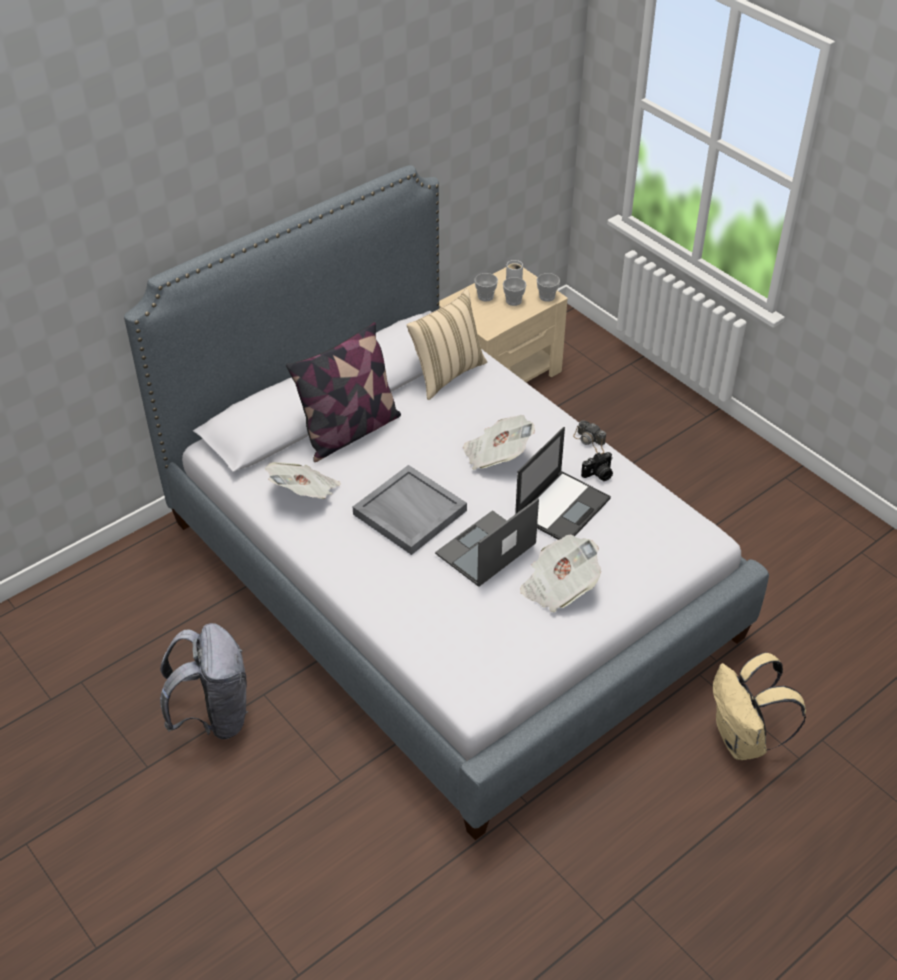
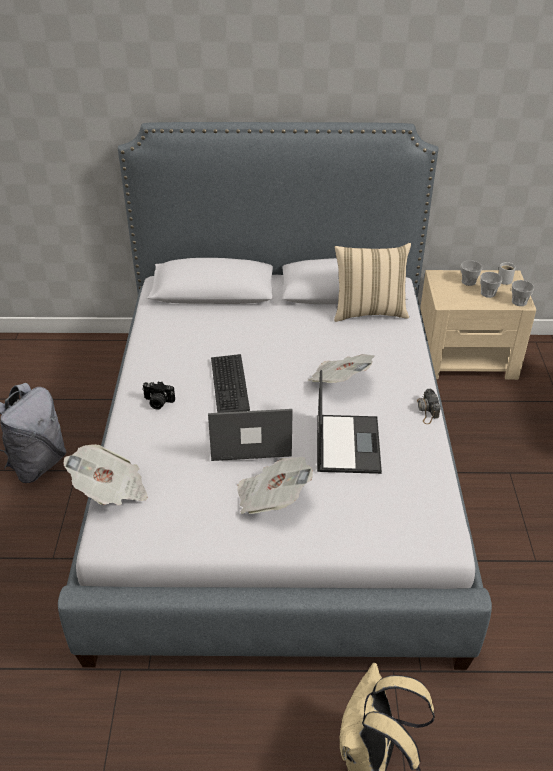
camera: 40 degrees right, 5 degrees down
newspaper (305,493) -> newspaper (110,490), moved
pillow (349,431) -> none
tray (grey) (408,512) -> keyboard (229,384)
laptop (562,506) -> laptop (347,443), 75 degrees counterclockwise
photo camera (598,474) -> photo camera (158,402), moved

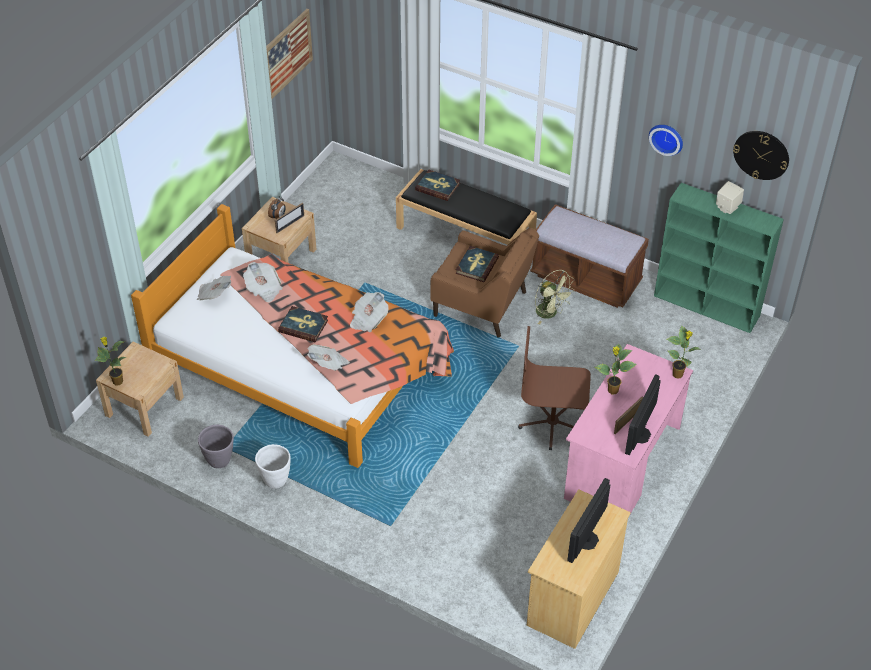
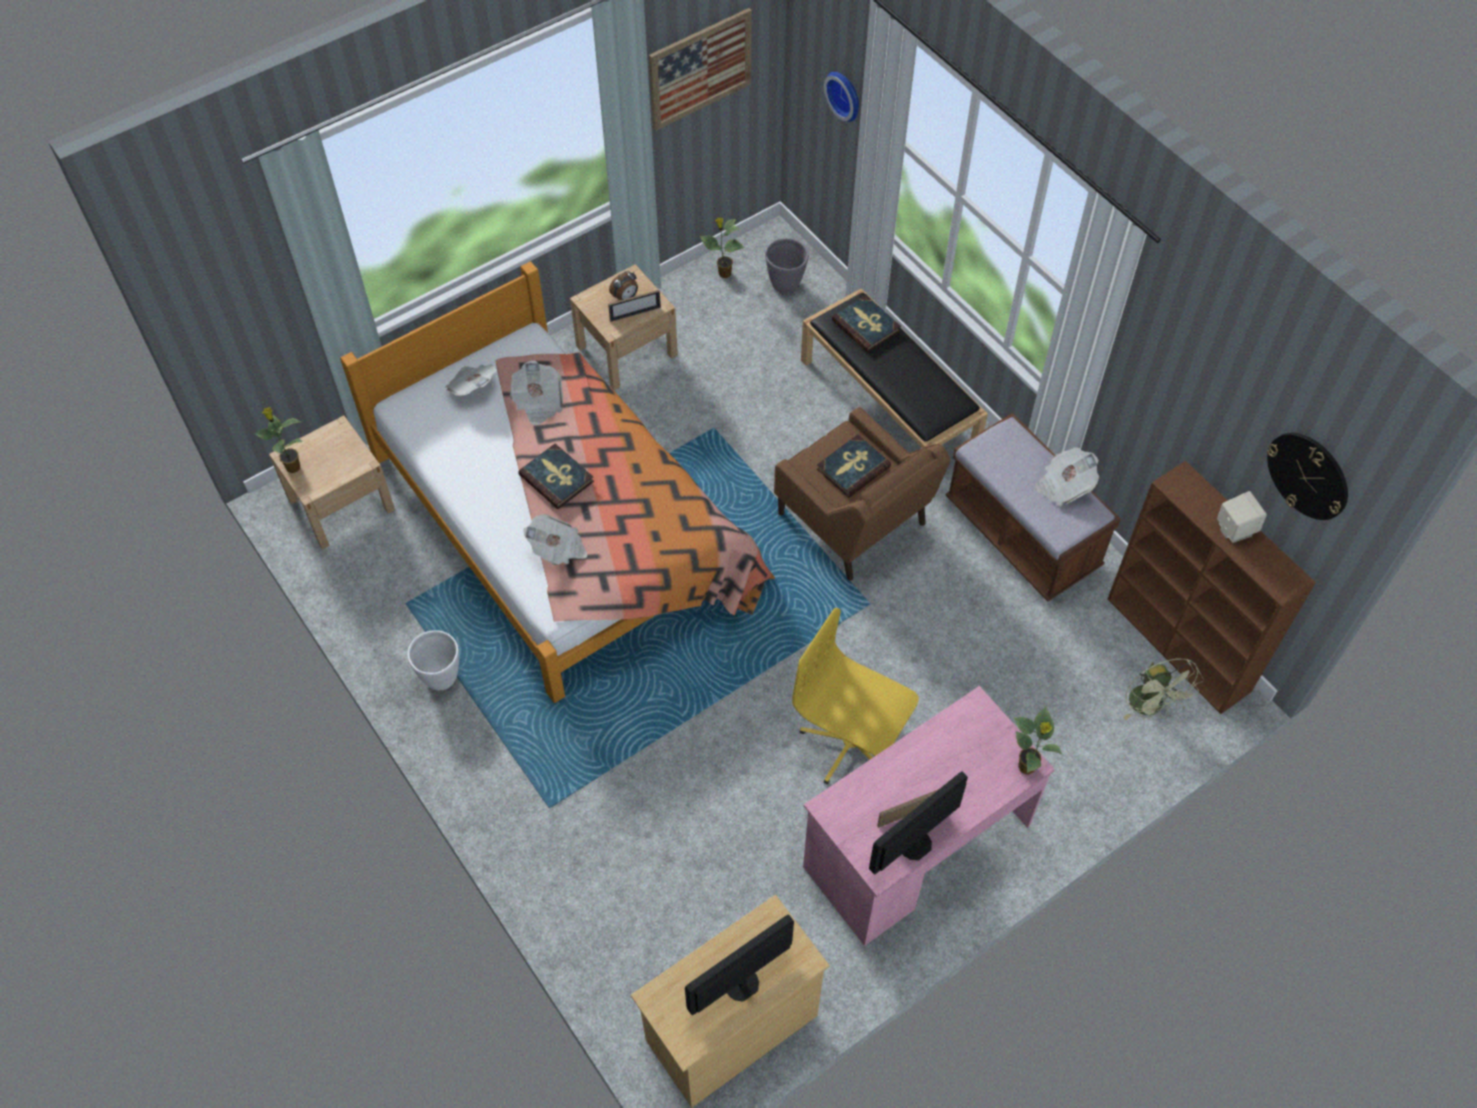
camera: 25 degrees right, 10 degrees up
planter (grey) (219,461) -> planter (grey) (785,285), moved
newspaper (368,319) -> newspaper (1064,485), moved
office chair (brown) (552,423) -> office chair (yellow) (851,743)
fan (green) (550,313) -> fan (green) (1150,707), moved
potted plant (612,391) -> potted plant (723,273), moved
wall clock (667,138) -> wall clock (845,94), moved
bookcase (green) (707,306) -> bookcase (brown) (1179,645)

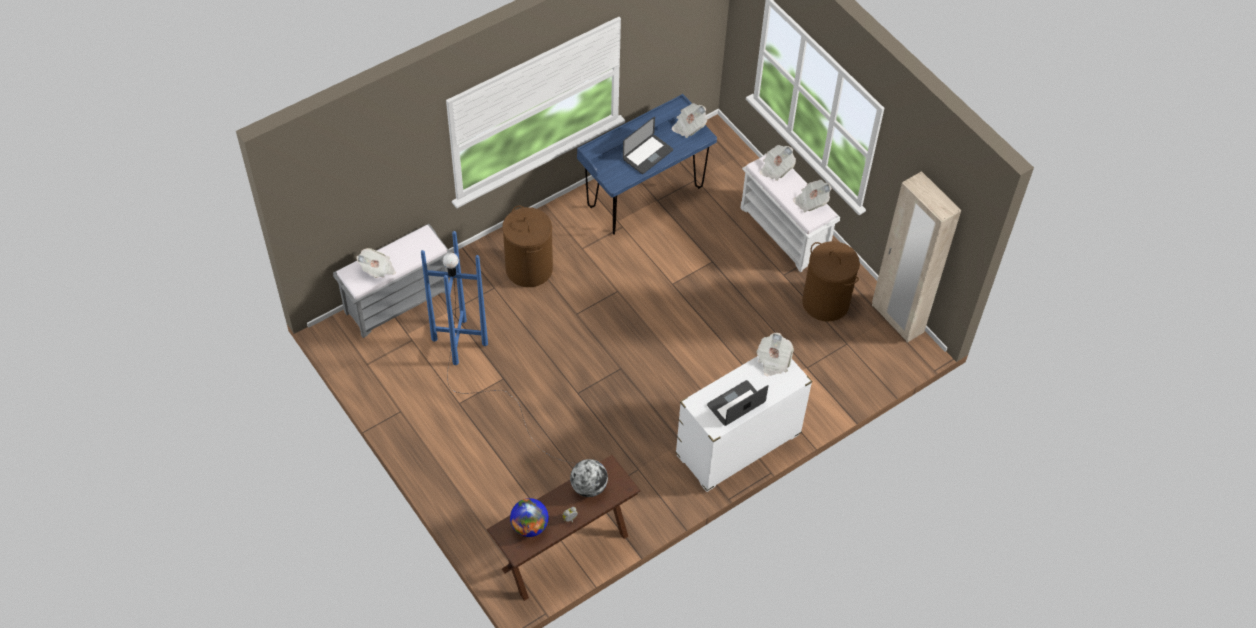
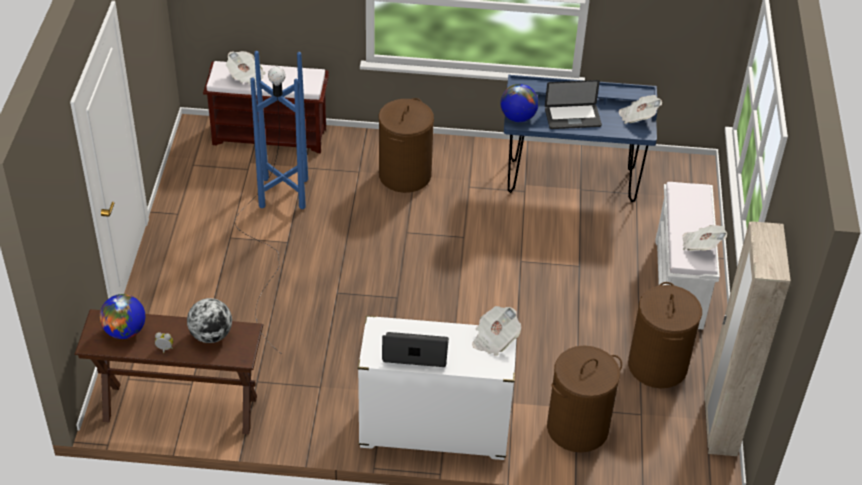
camera: 40 degrees right, 10 degrees down
bench (grey) (398,300) -> bench (brown) (271,135)
newspaper (776,168) -> none
none -> globe (518,117)
none -> laundry basket (brown) (577,428)

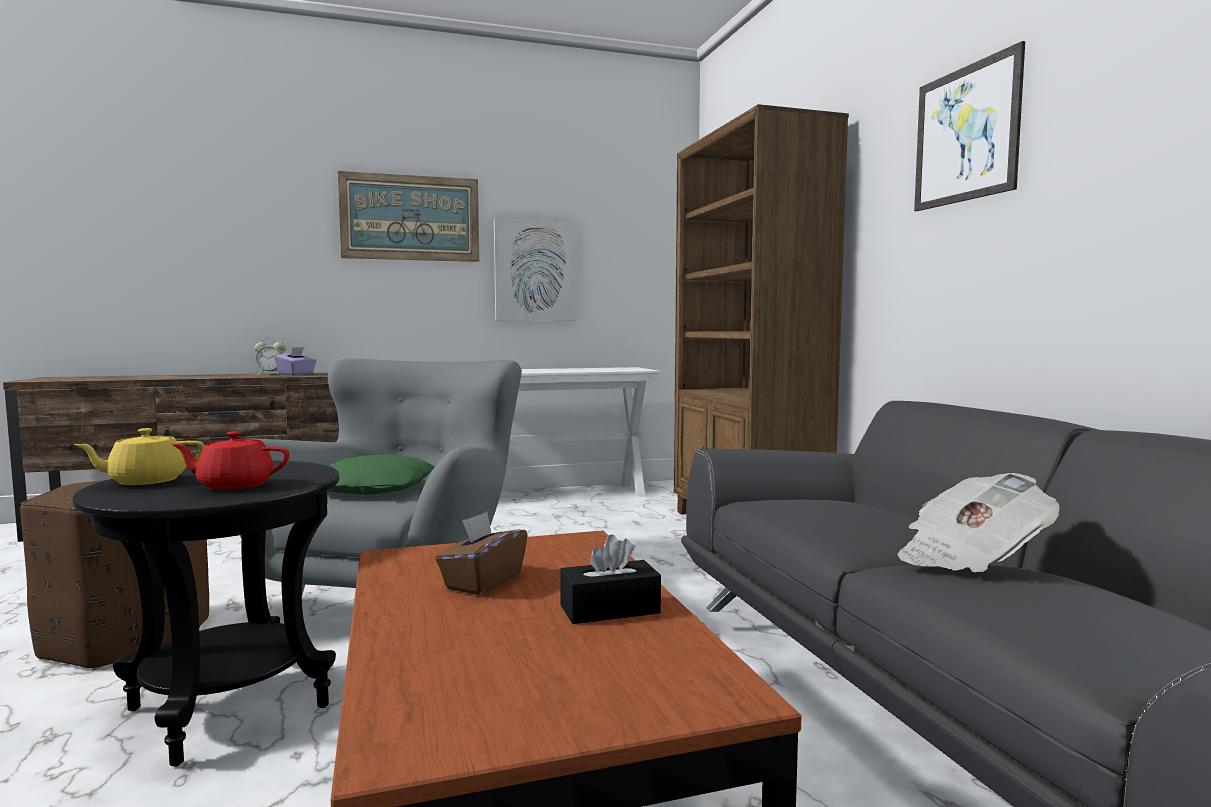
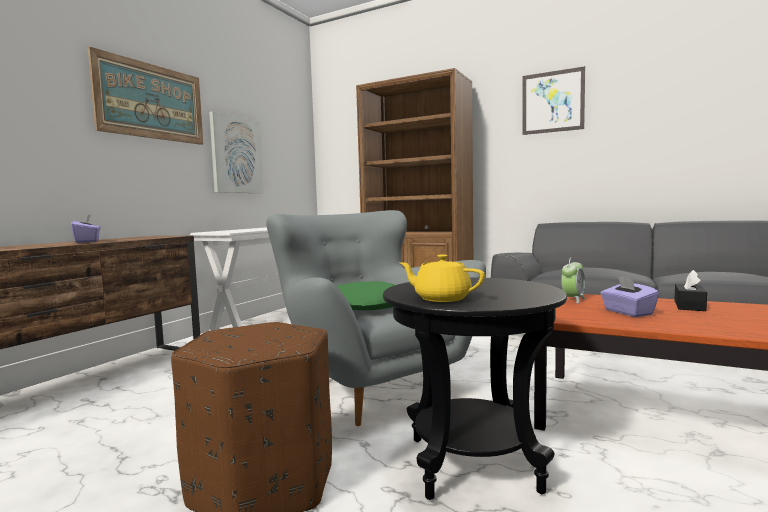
camera: 45 degrees left, 0 degrees up
teapot (yellow) (146,481) -> teapot (yellow) (441,298), 105 degrees clockwise
teapot (red) (234,485) -> none
alarm clock (271,374) -> alarm clock (573,300), moved
tissue box (brown) (482,582) -> tissue box (purple) (627,312)
newspaper (969,558) -> none

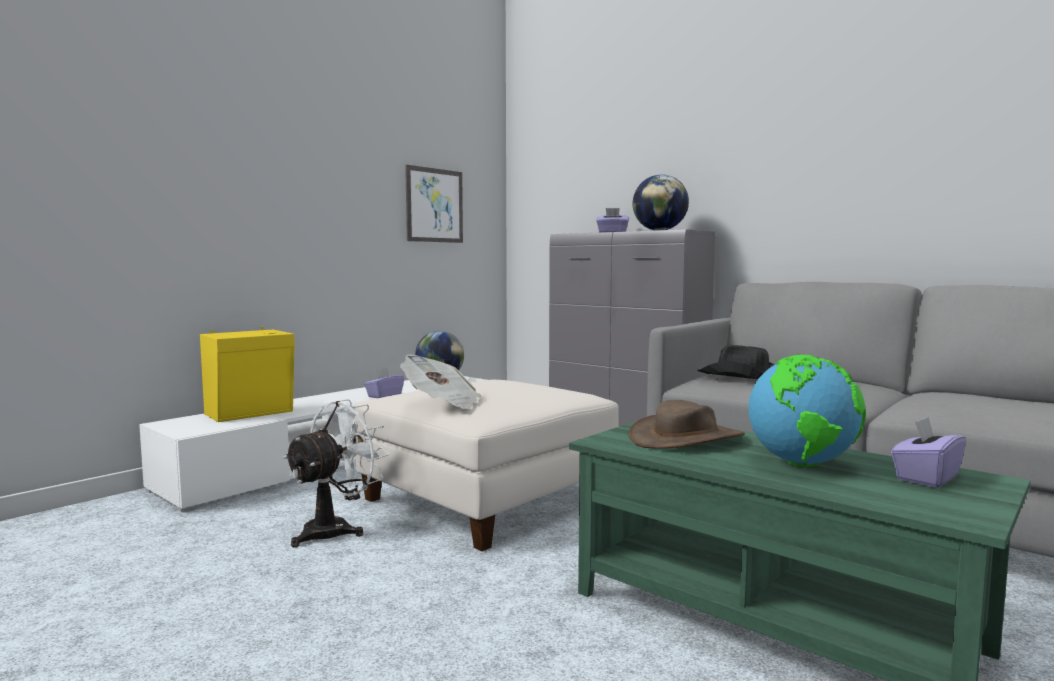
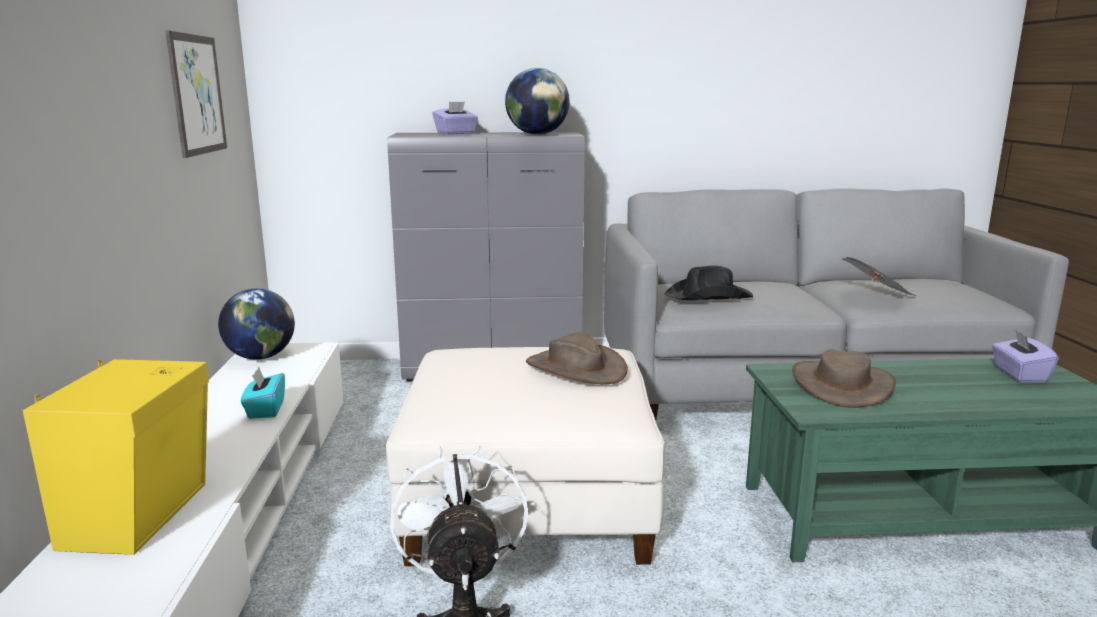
camera: 45 degrees left, 10 degrees up
tissue box (purple) (384,396) -> tissue box (turquoise) (265,409)
newspaper (442,403) -> newspaper (877,295), moved
globe (802,464) -> none
none -> hat (brown) (575,368)

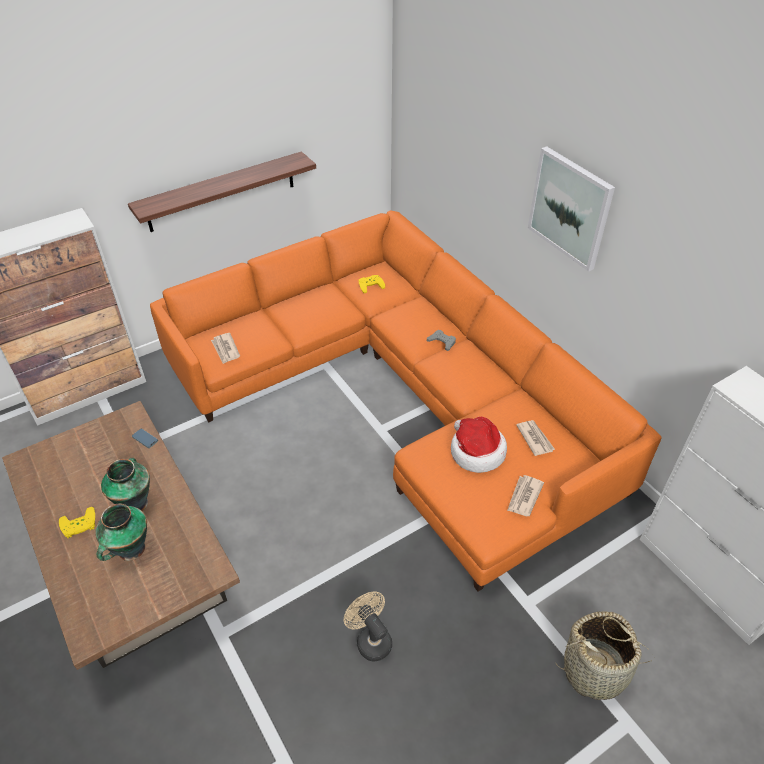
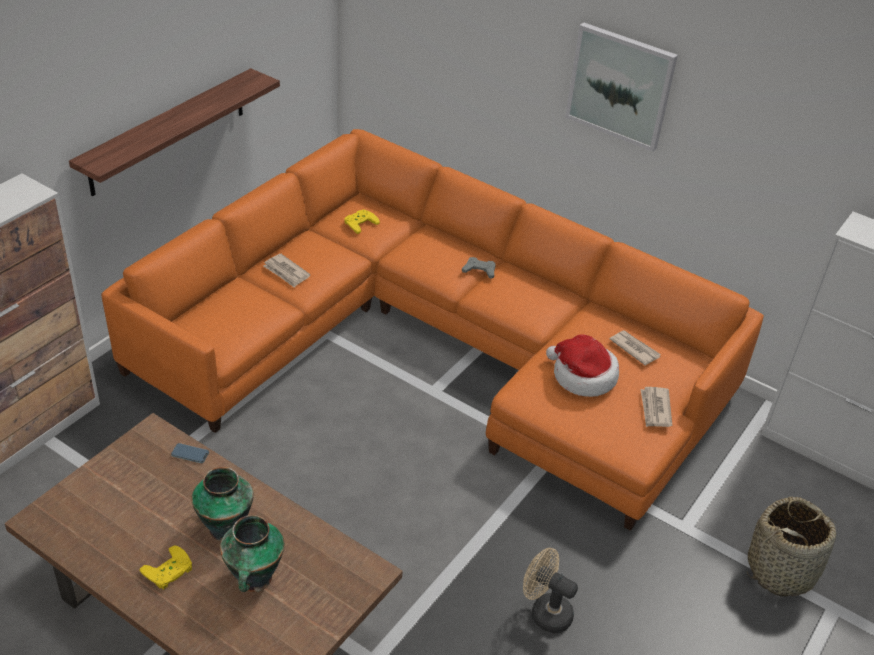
camera: 25 degrees left, 5 degrees down
newspaper (225,349) -> newspaper (286,272), moved

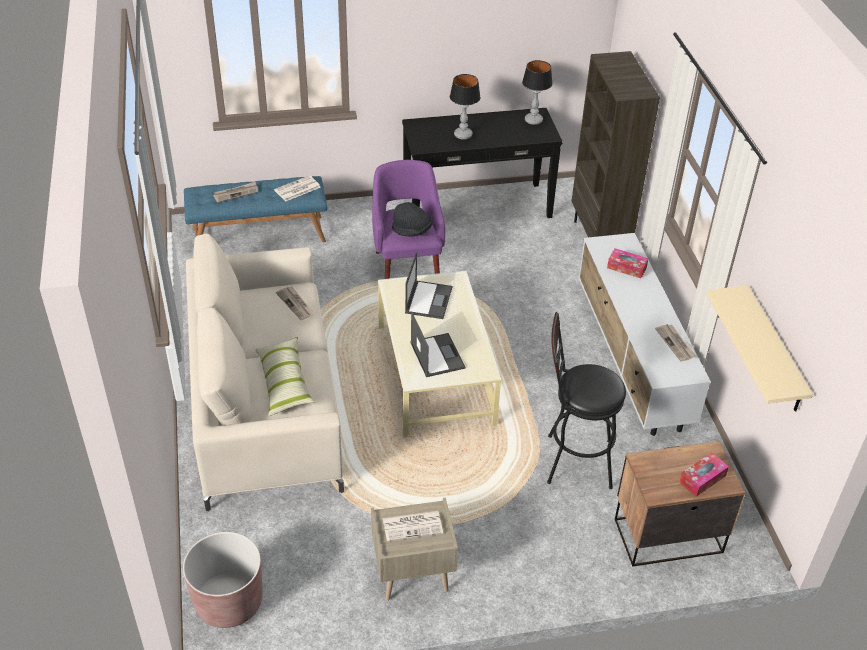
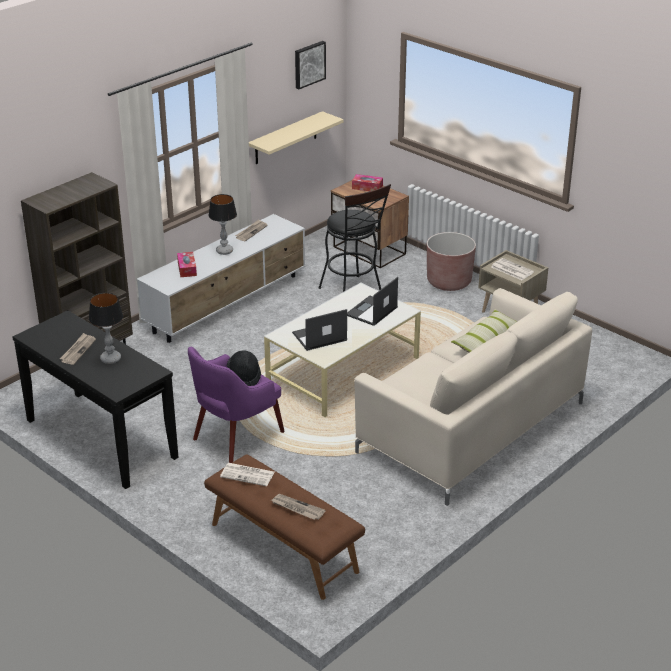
camera: 125 degrees left, 10 degrees down
planter (brown) (229,602) -> planter (brown) (449,282), moved
bench (blue) (259,234) -> bench (brown) (283,548)
newspaper (296,304) -> newspaper (78,350), moved
table lamp (533,120) -> table lamp (224,251), moved
none -> picture (309,64)

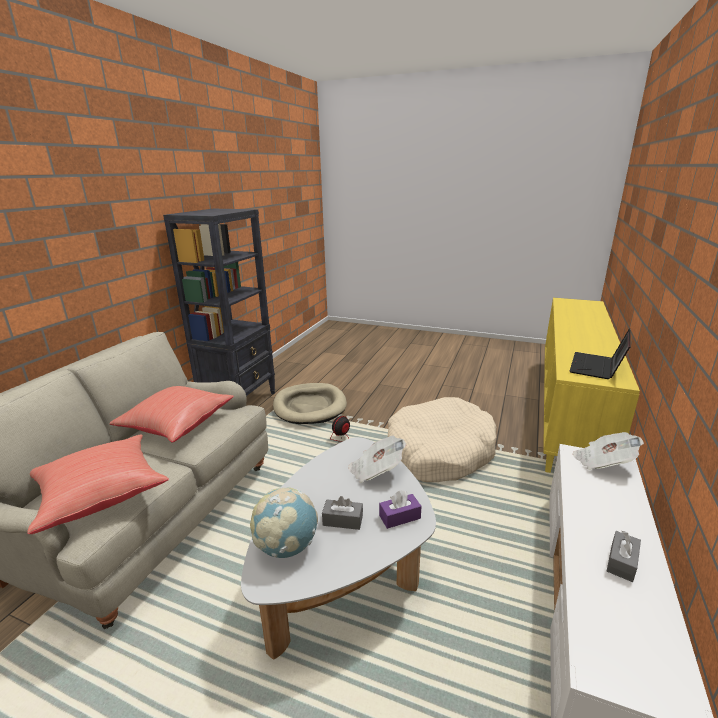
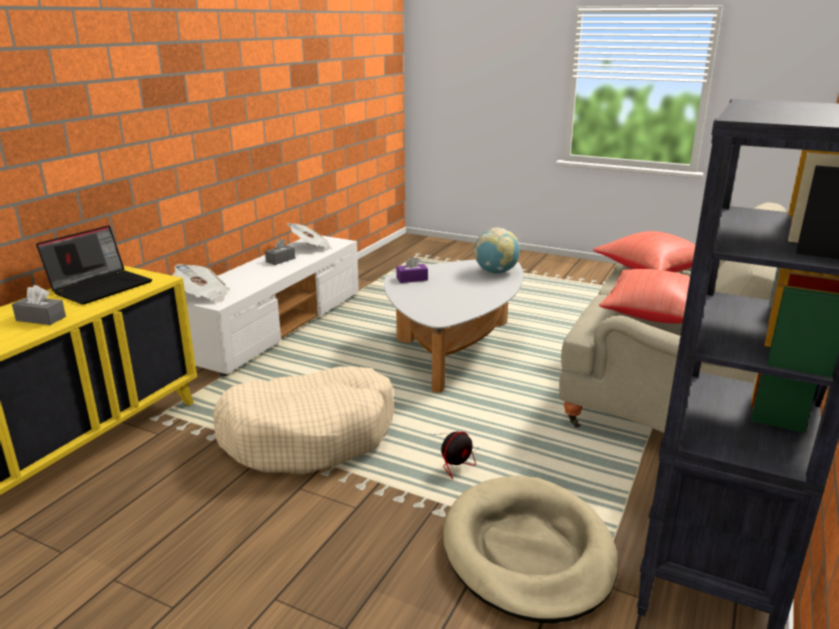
camera: 175 degrees left, 0 degrees up
tissue box (grey) (343,520) -> tissue box (grey) (41,318), moved
newspaper (376,470) -> newspaper (311,247), moved

